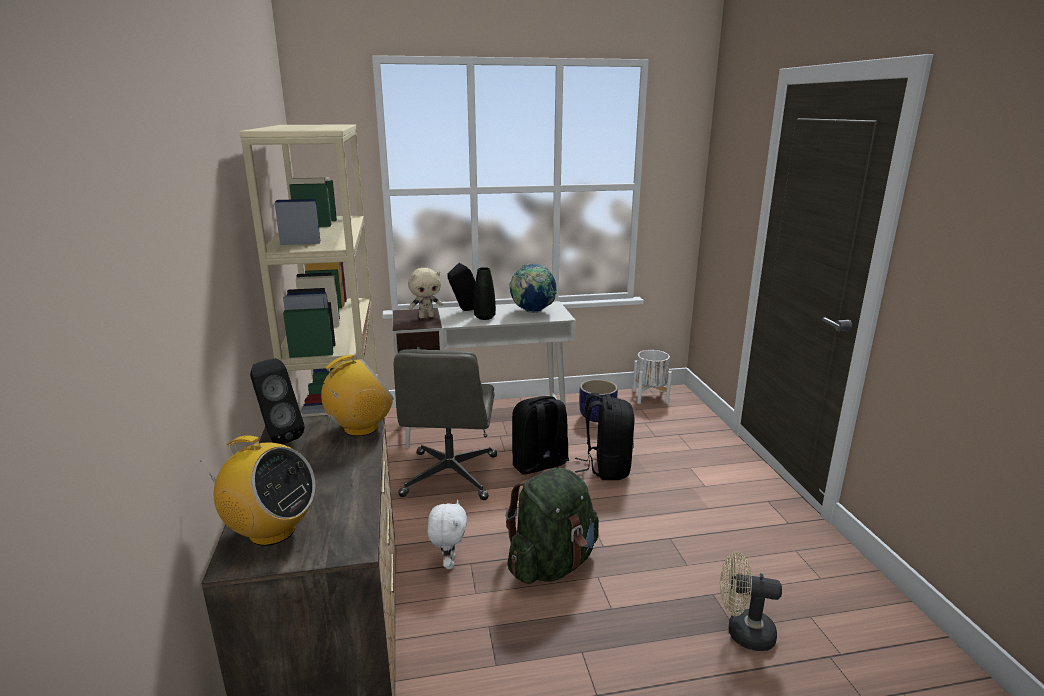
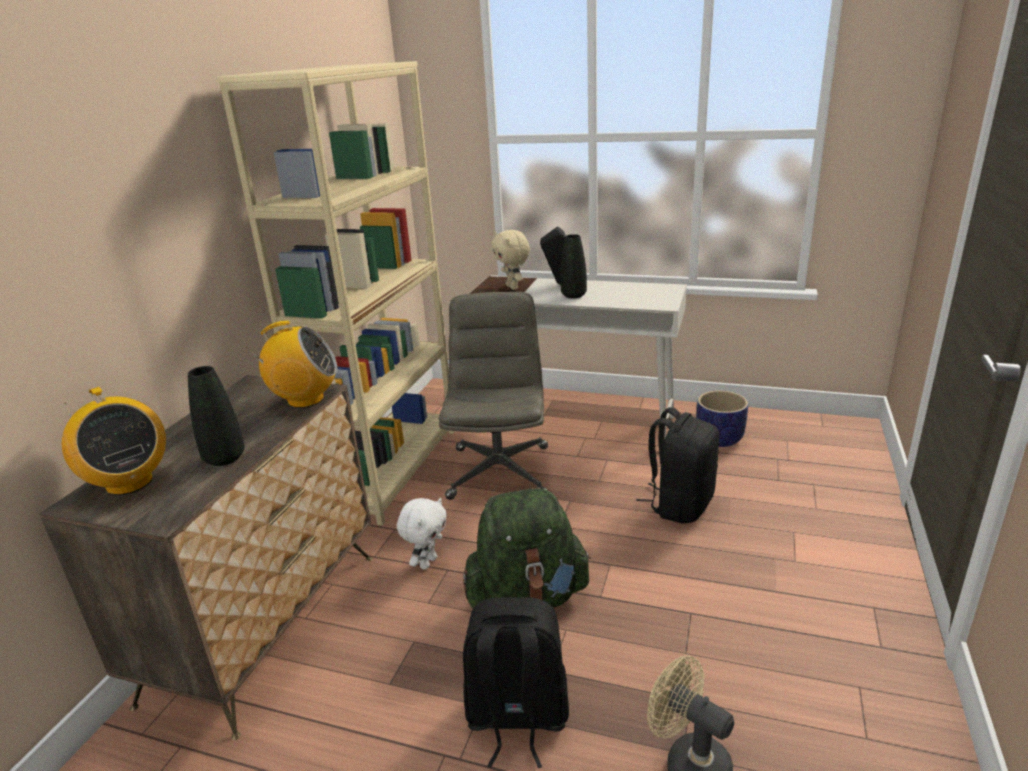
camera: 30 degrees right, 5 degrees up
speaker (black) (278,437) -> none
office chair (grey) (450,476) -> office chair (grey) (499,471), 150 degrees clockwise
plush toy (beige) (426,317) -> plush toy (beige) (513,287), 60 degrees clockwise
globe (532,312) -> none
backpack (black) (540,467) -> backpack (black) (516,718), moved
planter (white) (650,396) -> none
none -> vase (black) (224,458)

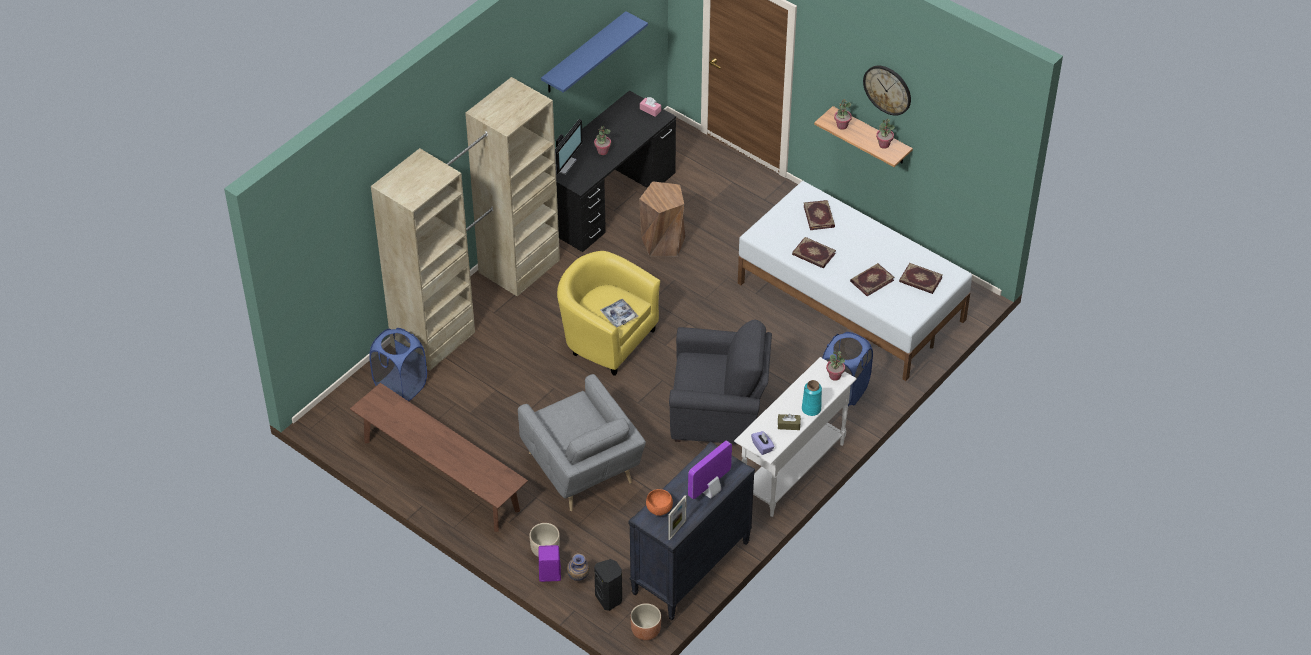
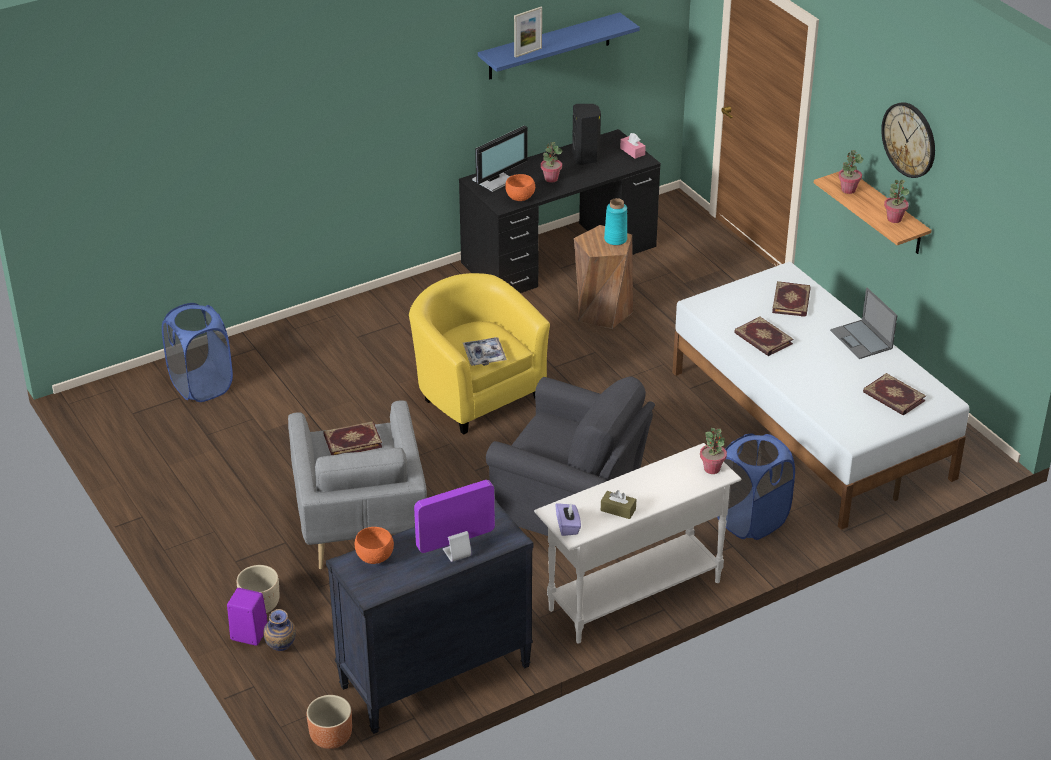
camera: 20 degrees right, 10 degrees down
bench (brown) (441,475) -> none
wardrobe (beige) (477,301) -> none
speaker (black) (609,598) -> speaker (black) (586,157), moved
picture frame (677,530) -> picture frame (528,52), moved
vase (turquoise) (811,409) -> vase (turquoise) (615,239), moved
book (871,280) -> book (352,440), moved
none -> bowl (orange) (520,198)
none -> laptop (862,340)

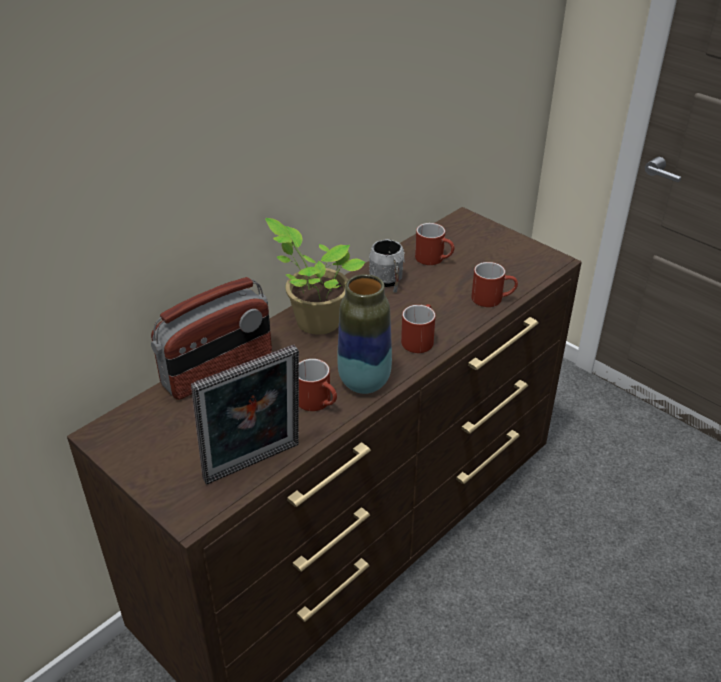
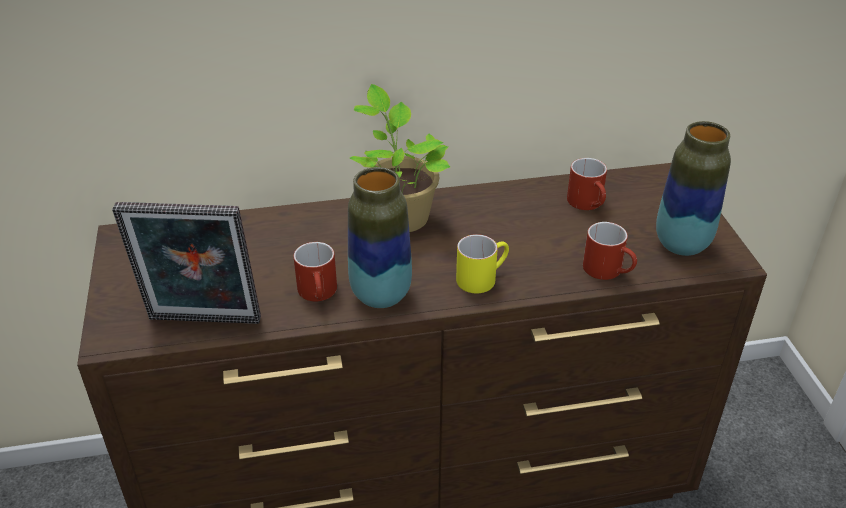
camera: 35 degrees right, 0 degrees up
radio (218,371) -> none
mug (grey) (388,282) -> none
mug (red) (418,339) -> mug (yellow) (481,277)
none -> vase (681,244)

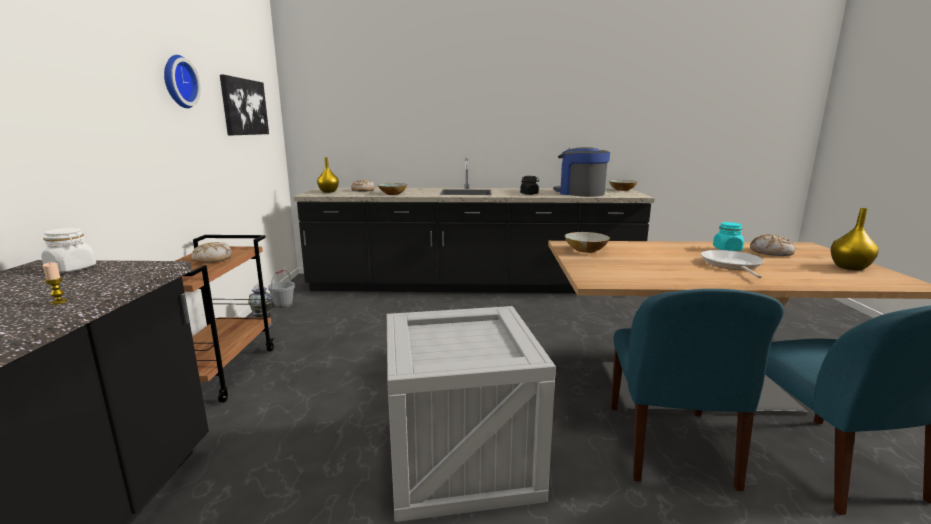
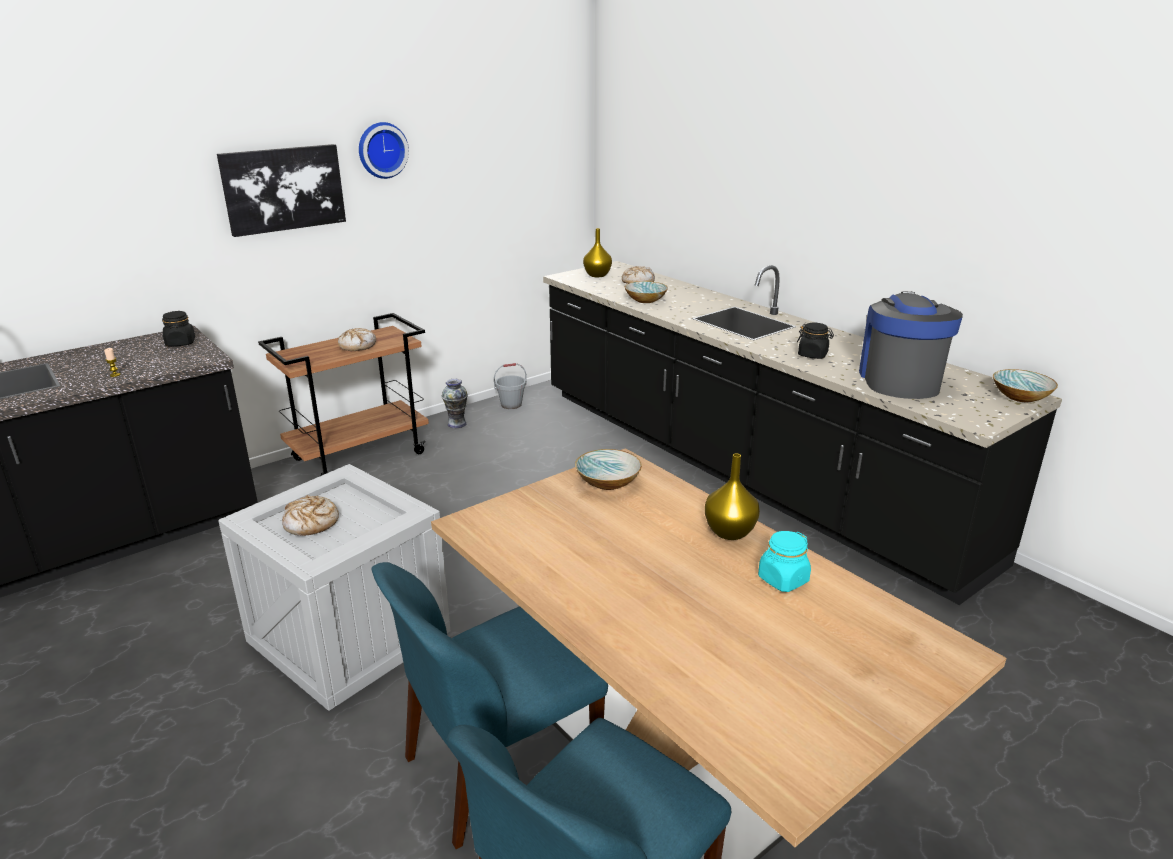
camera: 50 degrees right, 10 degrees up
jar (white) (71,269) -> jar (black) (180,343)
picture (244,107) -> picture (283,189), moved
frying pan (731,265) -> none
bread (771,252) -> bread (311,523), moved
vase (yellow) (850,268) -> vase (yellow) (729,532), moved

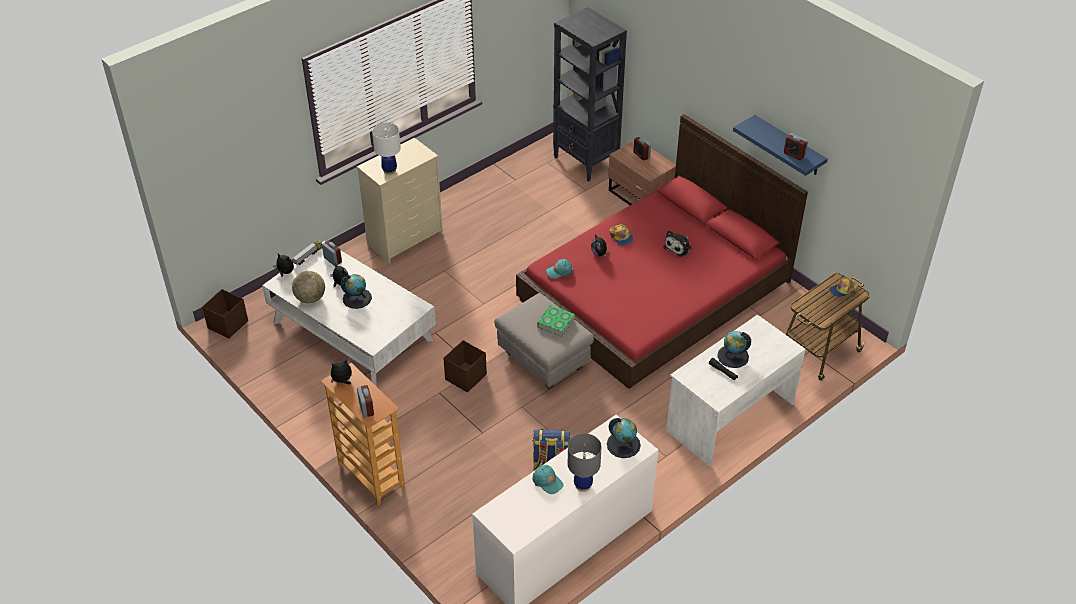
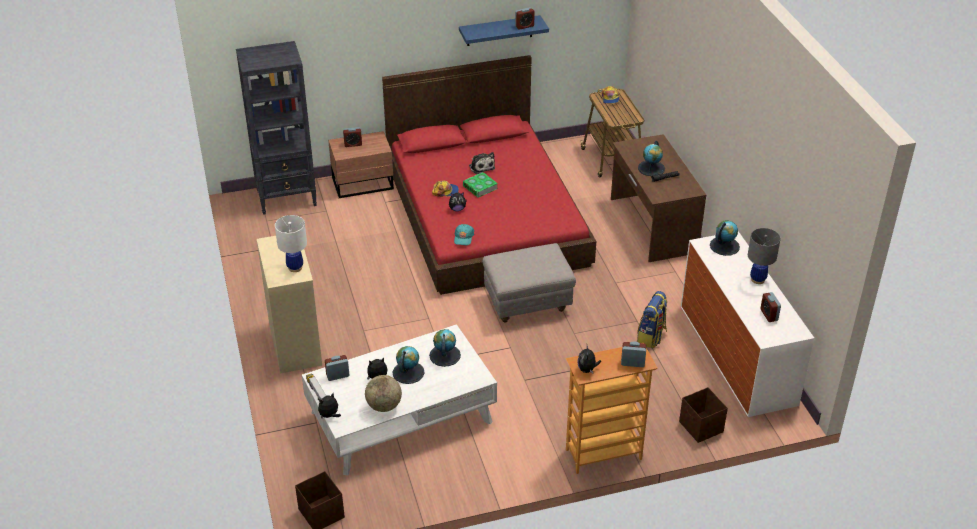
camera: 65 degrees left, 5 degrees down
storage box (brown) (465,377) -> storage box (brown) (701,427), moved
cap (turquoise) (547,481) -> none
book (556,323) -> book (480,187), moved
desk (white) (729,416) -> desk (brown) (652,225)
none -> globe (444,355)
none -> alarm clock (769,315)

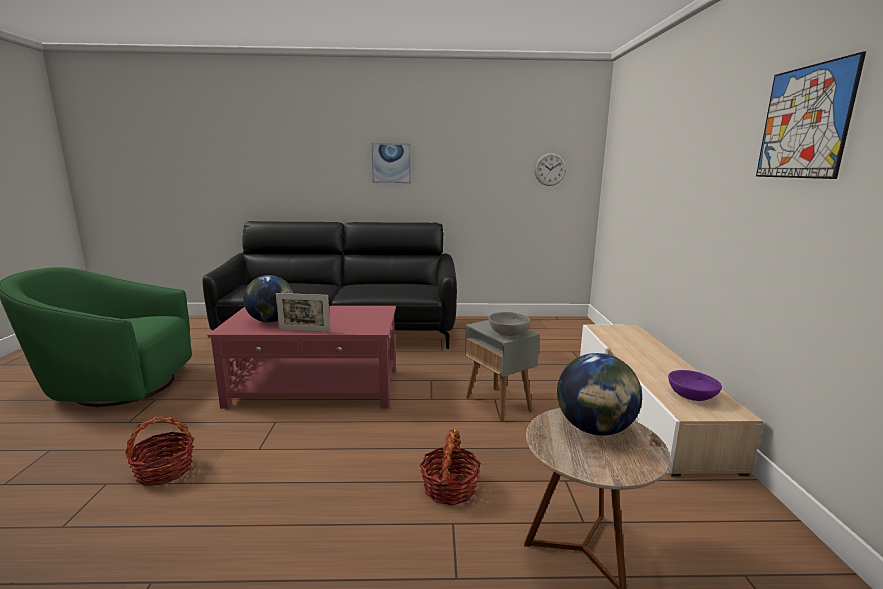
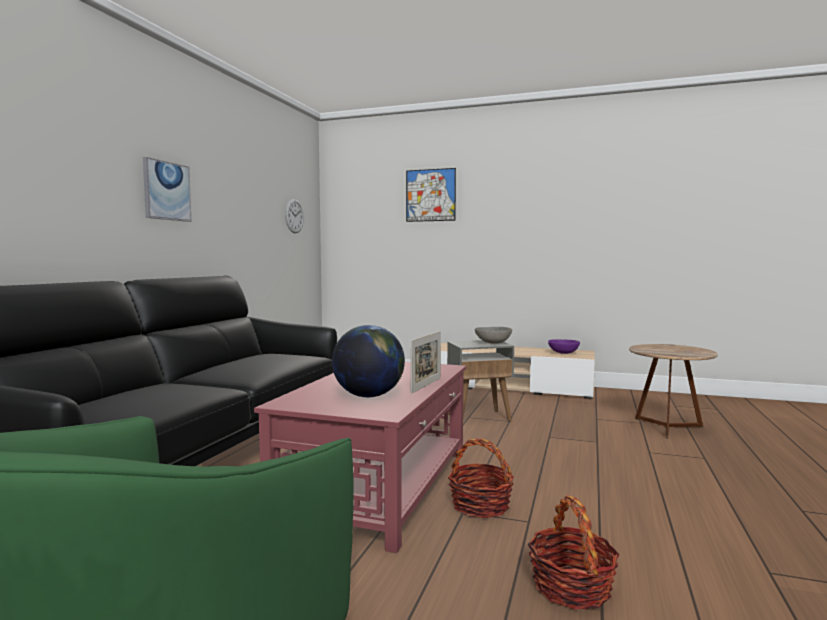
camera: 70 degrees left, 10 degrees down
basket (450,488) -> basket (480,505), moved
globe (594,429) -> none
picture (804,122) -> picture (430,195), moved

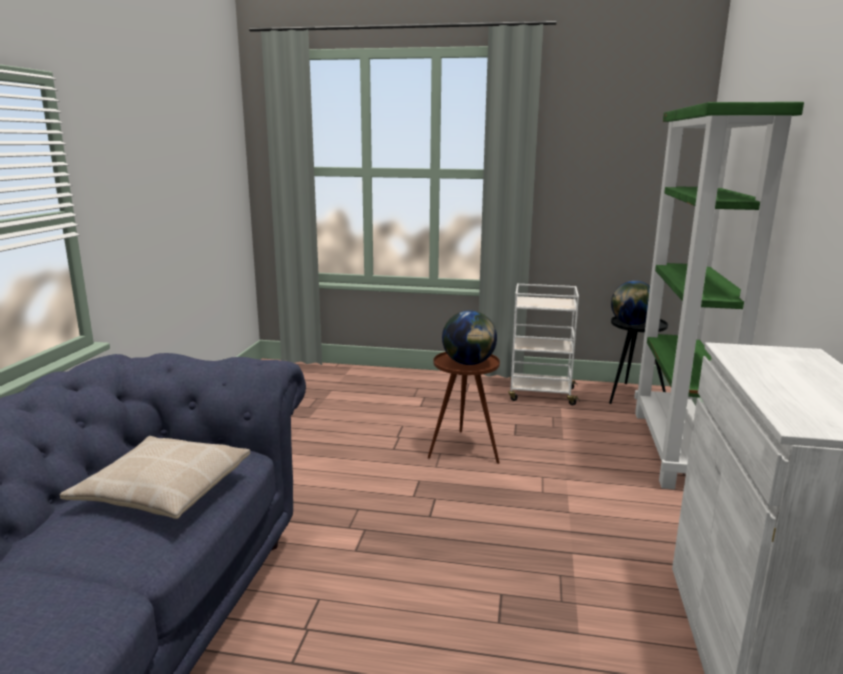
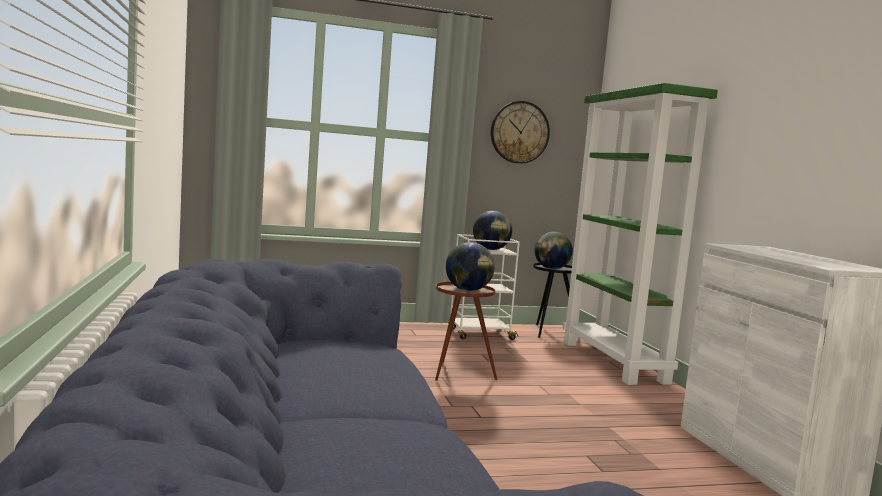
camera: 25 degrees left, 10 degrees down
pillow (beige) (163,490) -> none
none -> globe (491,249)
none -> wall clock (519,132)

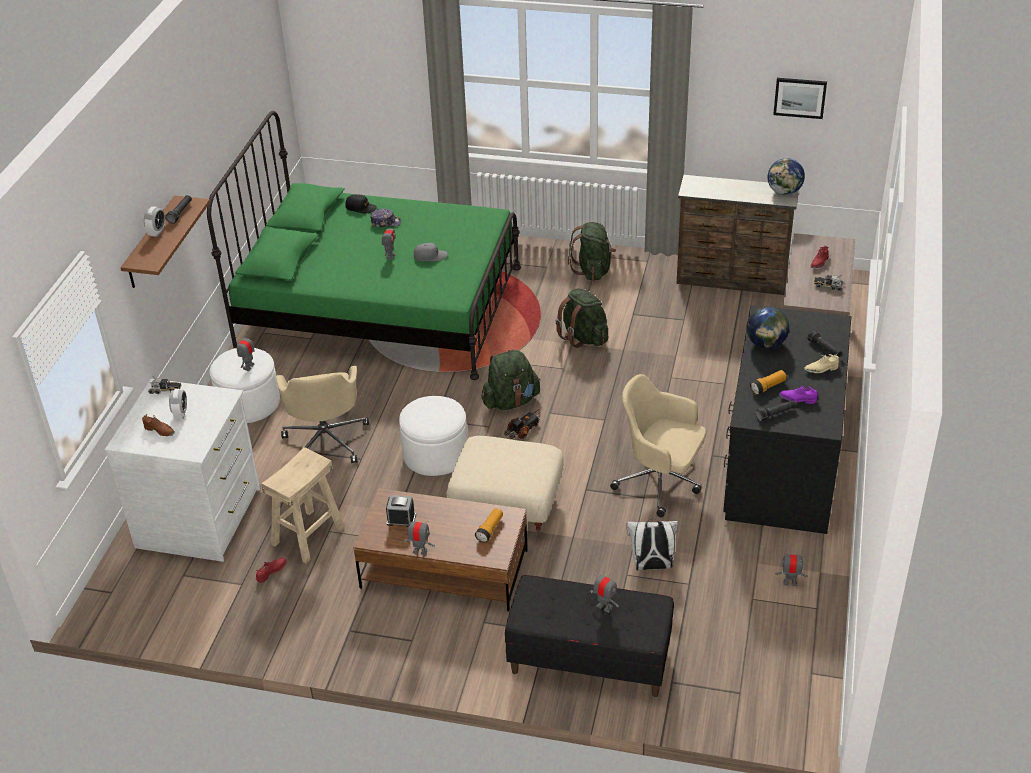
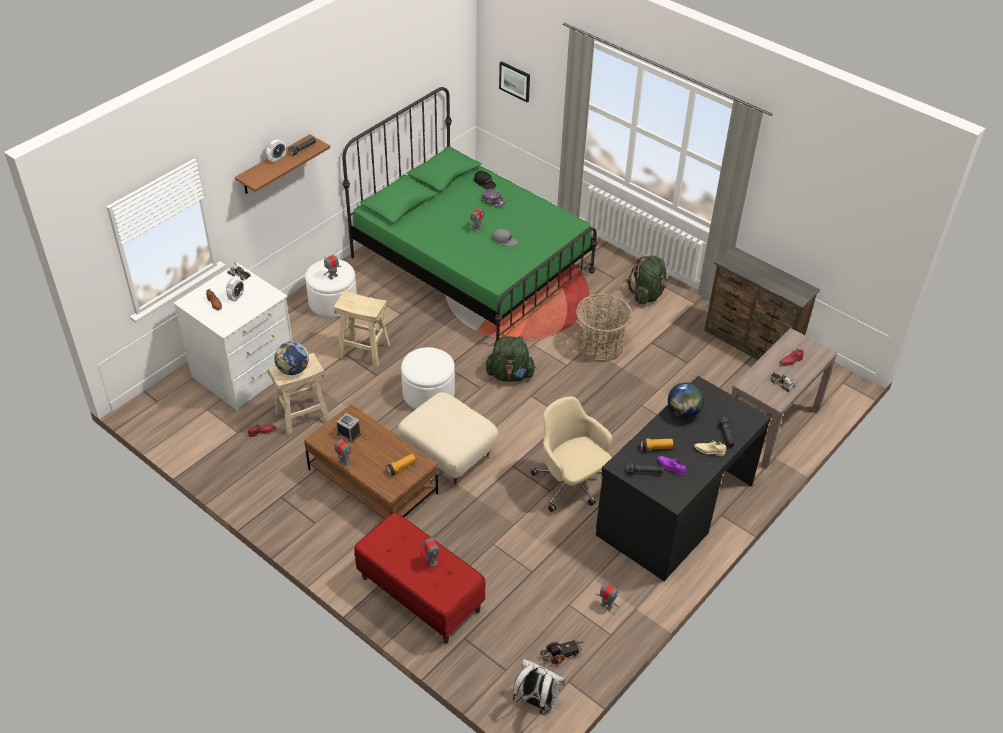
camera: 25 degrees right, 5 degrees up
office chair (beige) (326,440) -> stool (beige) (363,351)
toy truck (523,431) -> toy truck (561,655), moved
bench (black) (589,660) -> bench (red) (420,594)
backpack (green) (583,337) -> basket (600,346)
backpack (white) (651,566) -> backpack (white) (536,701), moved
globe (784,192) -> globe (293,370), moved
picture (800,97) -> picture (515,81), moved

